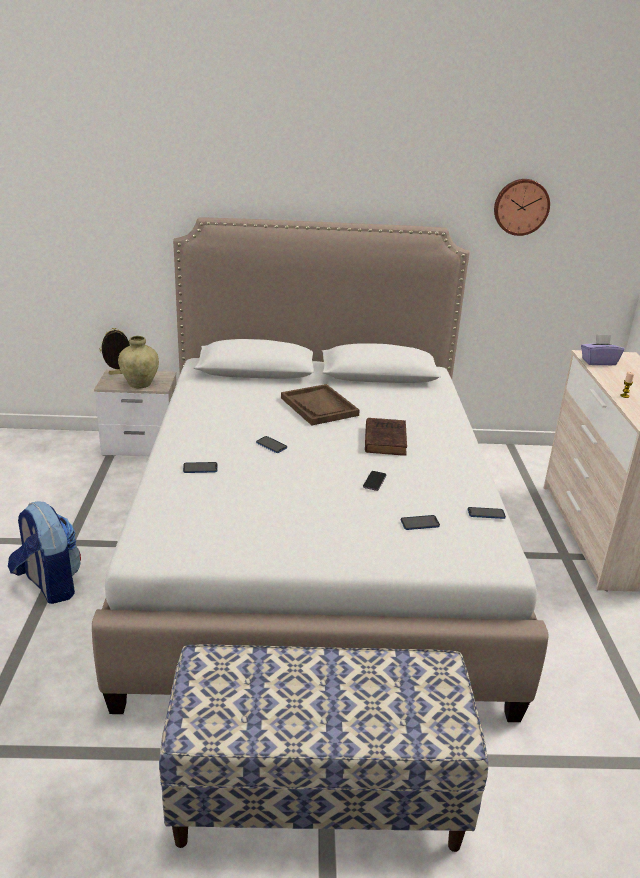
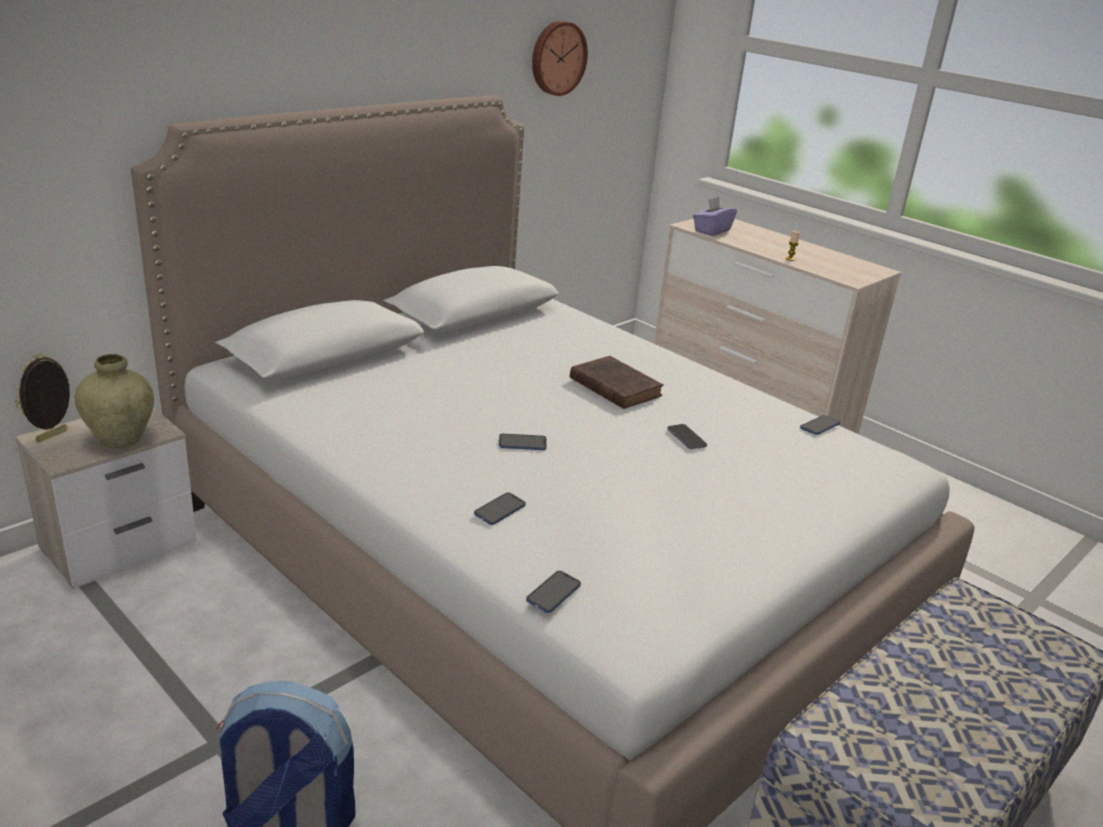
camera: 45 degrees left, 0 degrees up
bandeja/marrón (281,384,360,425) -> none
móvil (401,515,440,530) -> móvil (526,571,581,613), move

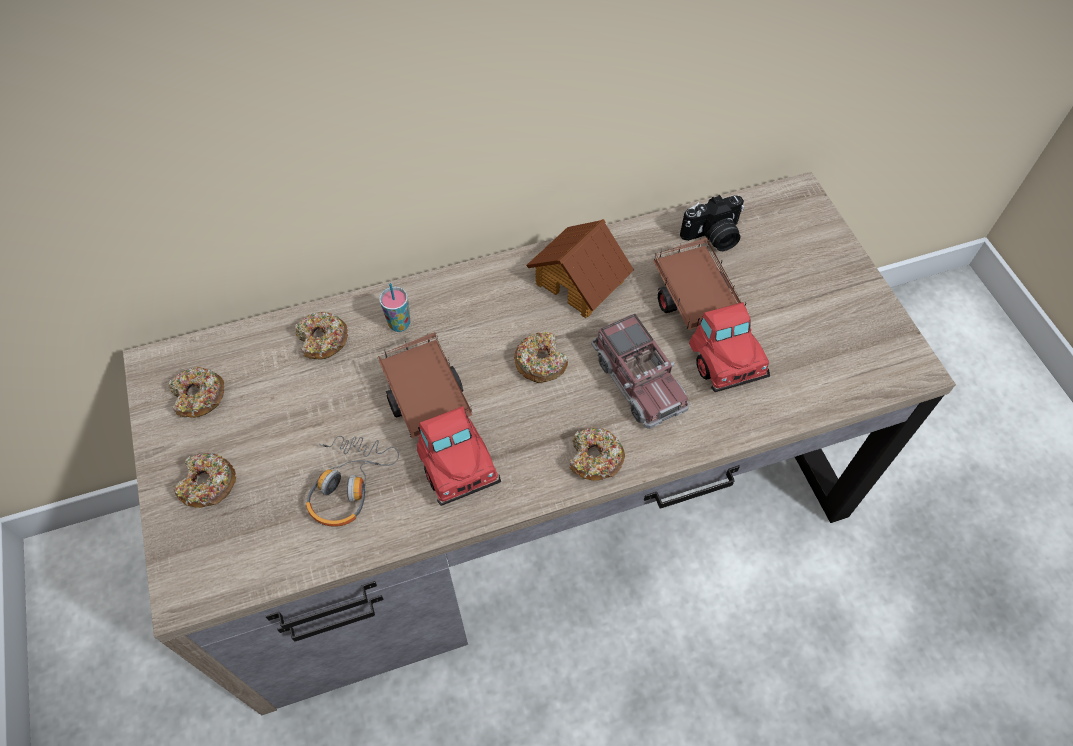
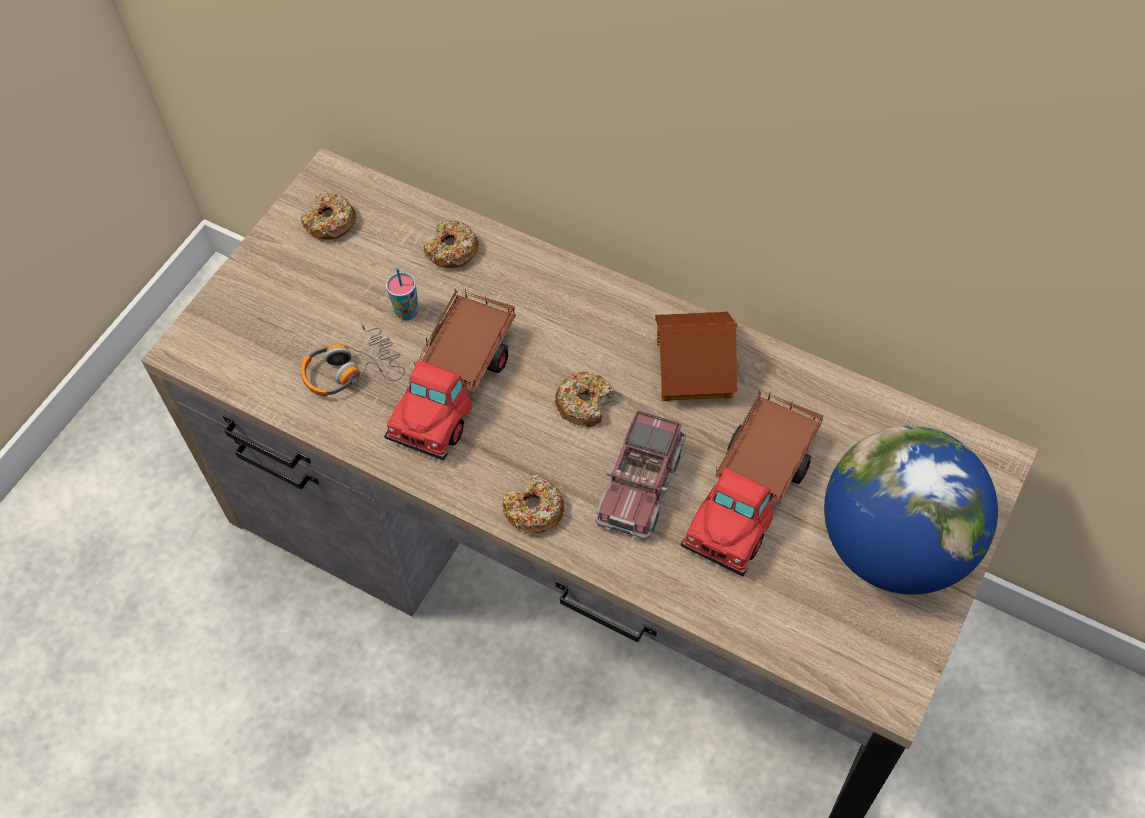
camera: 50 degrees right, 0 degrees up
rosquilla (173,452,236,508) -> none
taza (379,283,410,332) -> taza (386,268,419,320), move
cámara (680,195,744,251) -> none
none -> globo terráqueo (824,425,998,595)

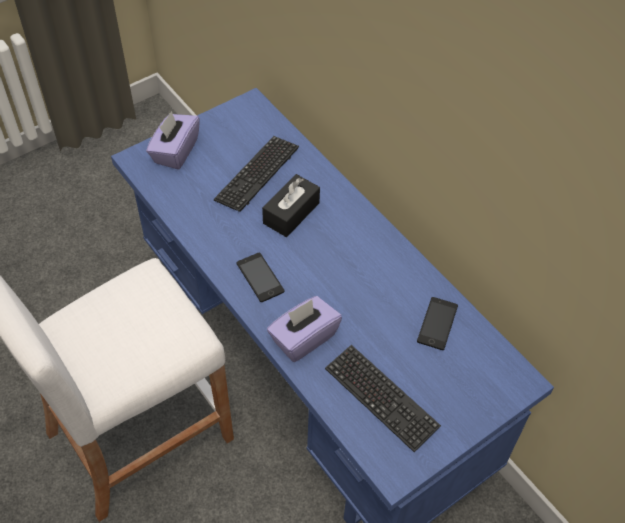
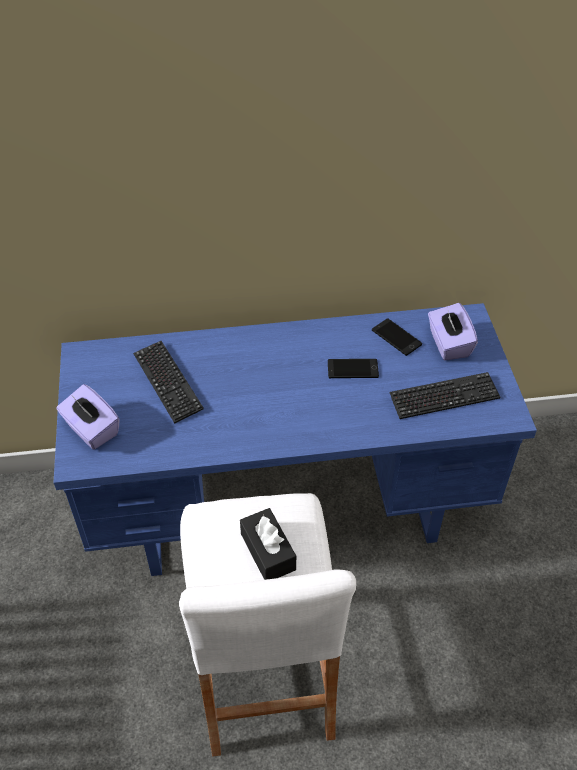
camera: 60 degrees left, 5 degrees down
móvil (237,253,285,302) -> móvil (328,359,379,378), move
caja de pañuelos/negro (262,174,320,237) -> caja de pañuelos/negro (240,508,296,580), move
caja de pañuelos/morado (267,296,342,362) -> caja de pañuelos/morado (428,303,478,360), move

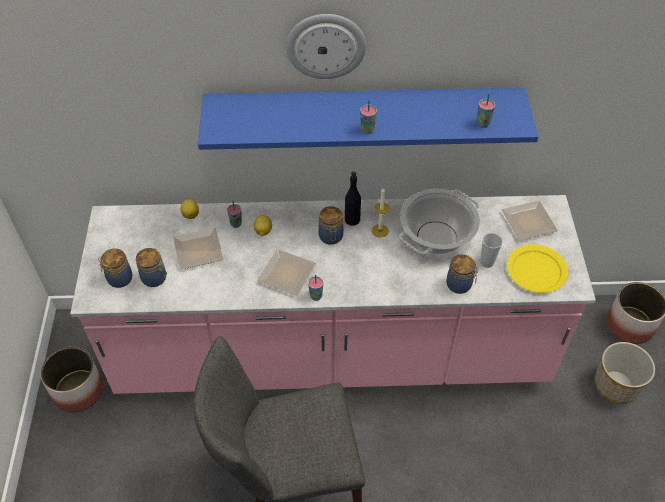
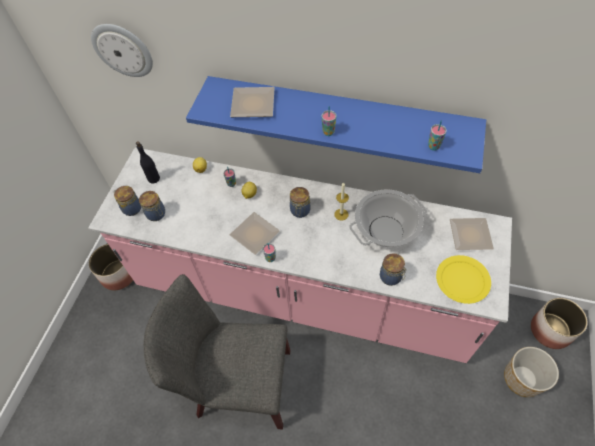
camera: 20 degrees right, 5 degrees up
plato (173,228,224,270) -> plato (230,87,275,117), move
reloj de pared (286,14,366,79) -> reloj de pared (91,24,153,77), move
botella/negro (345,172,361,226) -> botella/negro (136,141,160,183), move
taza (480,233,503,268) -> none

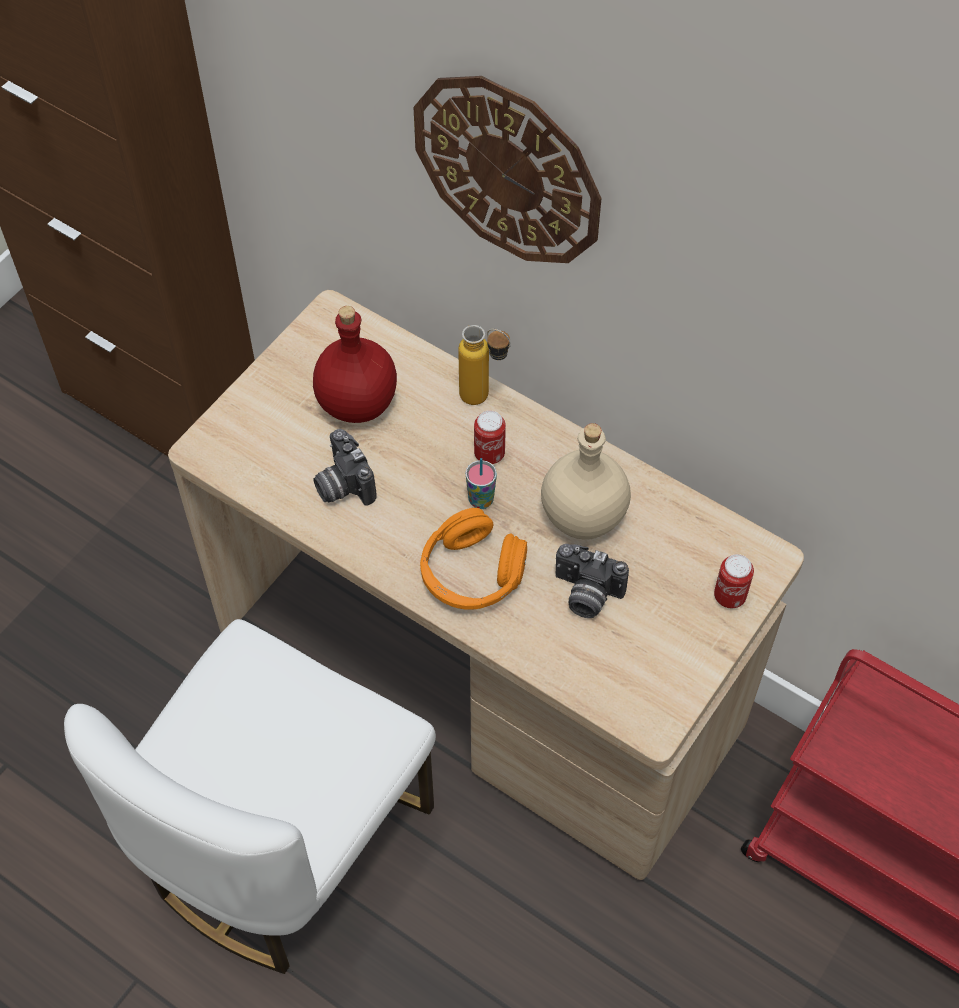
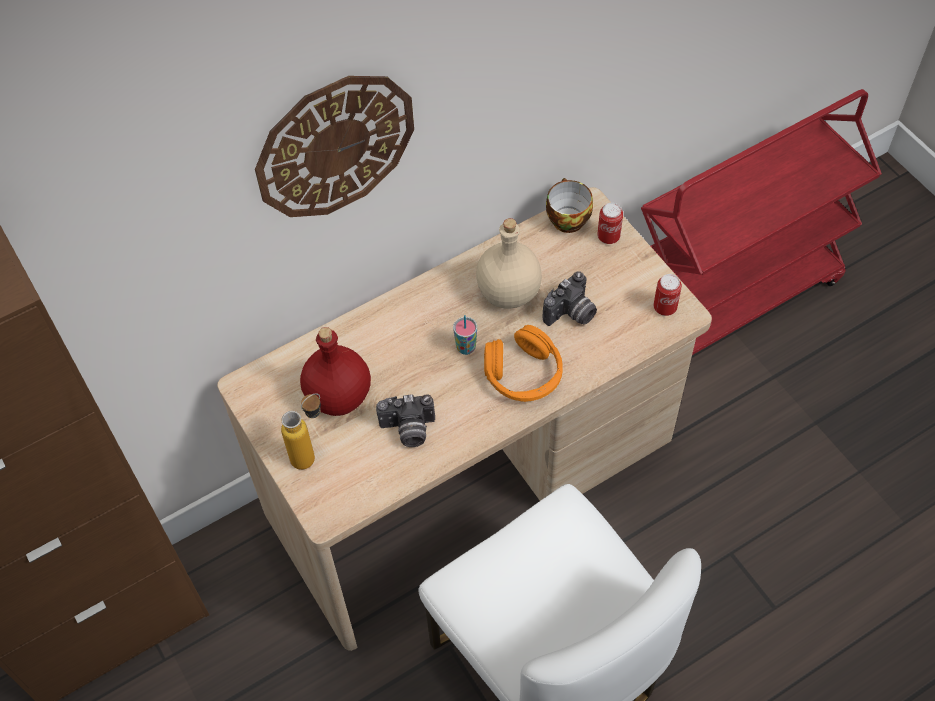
camera: 65 degrees left, 0 degrees up
botella (458,325,511,405) -> botella (281,394,321,470), move
lata (474,410,506,464) -> lata (653,274,682,316), move
none -> taza (546,178,593,233)

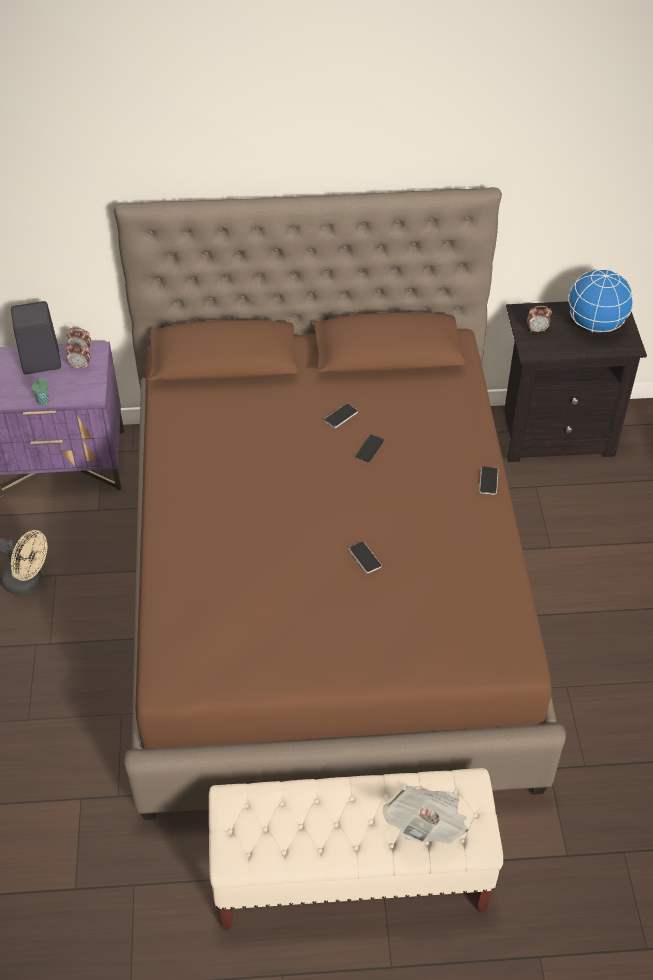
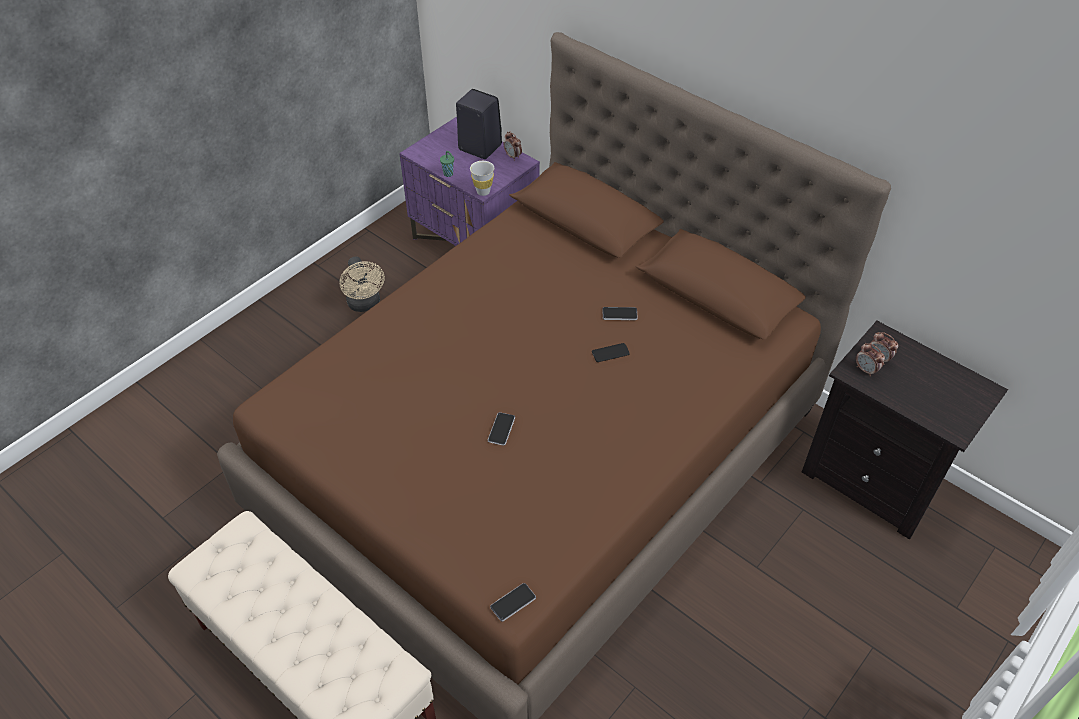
camera: 45 degrees right, 0 degrees up
despertador (66,343,90,370) -> despertador (856,343,885,377), move
periódico (382,786,468,844) -> none
móvil (479,466,498,495) -> móvil (490,583,536,621), move
globo terráqueo (568,269,633,333) -> none
none -> taza/blanco (470,161,494,196)

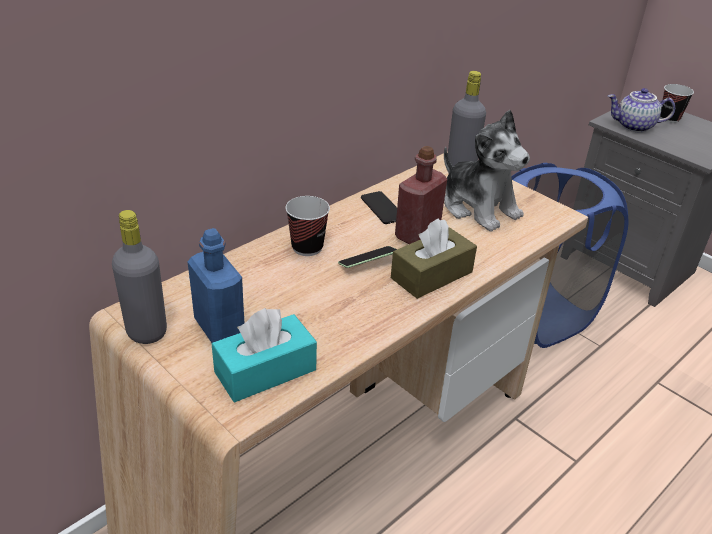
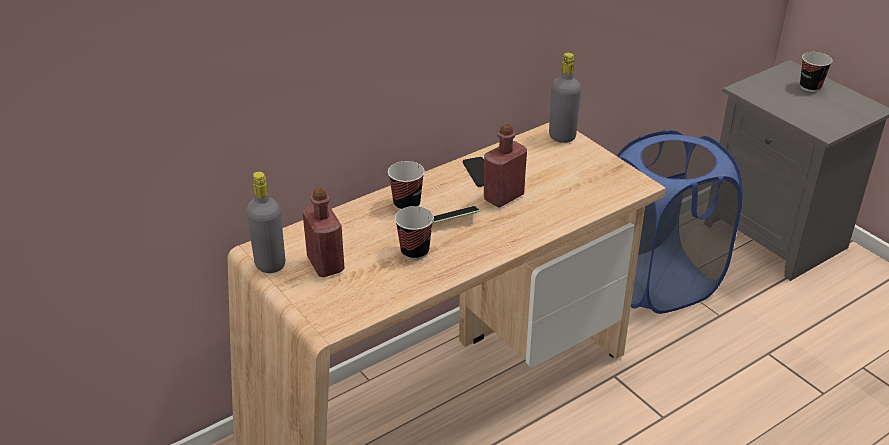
camera: 10 degrees right, 0 degrees up
botella/azul (188,228,245,343) -> botella/rojo (302,187,345,277)
caja de pañuelos/turquesa (212,308,317,402) -> none
caja de pañuelos/marrón (391,218,477,299) -> none
peluche (444,110,530,232) -> none
tetera (608,88,675,132) -> none
none -> taza (395,206,434,260)

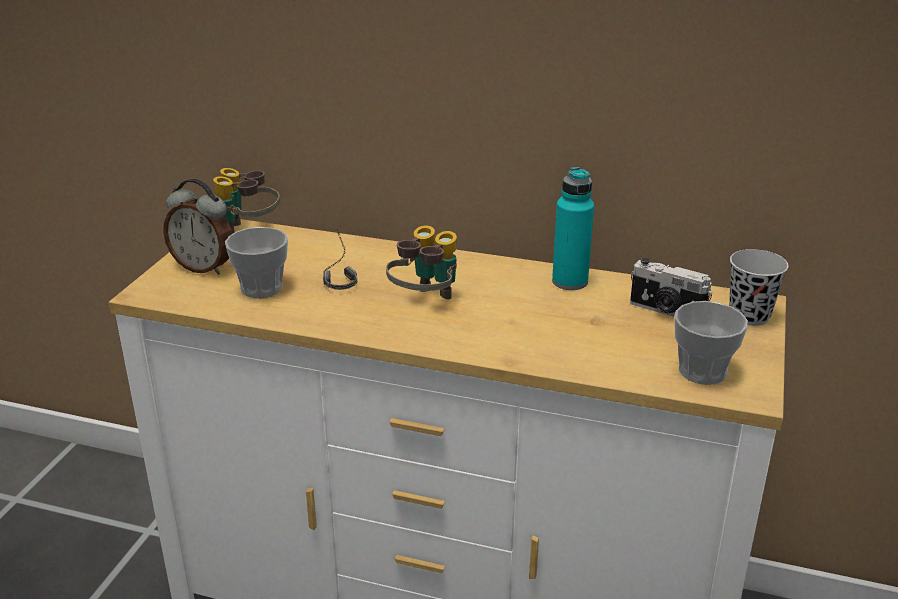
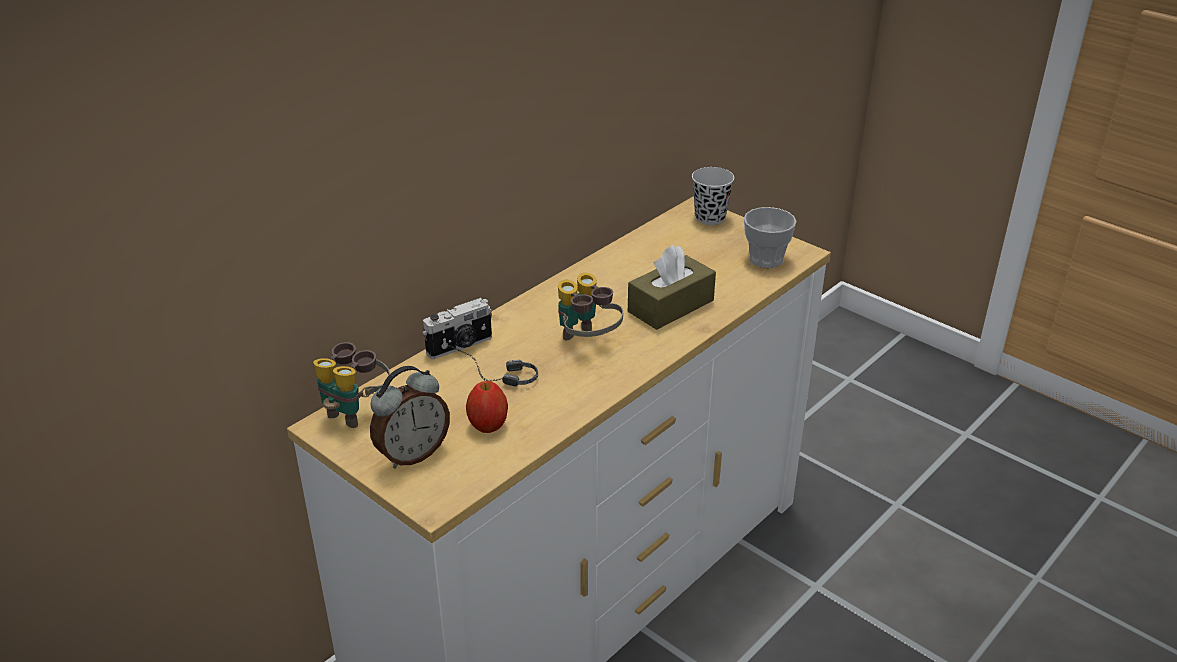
camera: 65 degrees left, 5 degrees up
taza (225,227,288,298) -> manzana (466,381,508,433)
botella/turquesa (552,167,594,290) -> none
cámara (630,258,713,317) -> cámara (423,298,492,359), move
none -> caja de pañuelos/marrón (628,245,716,330)

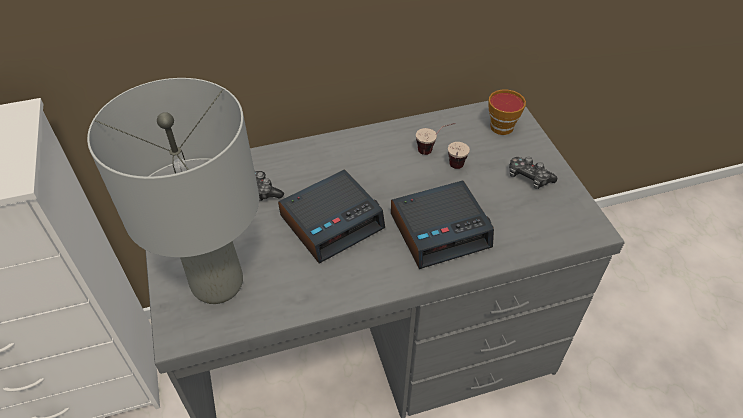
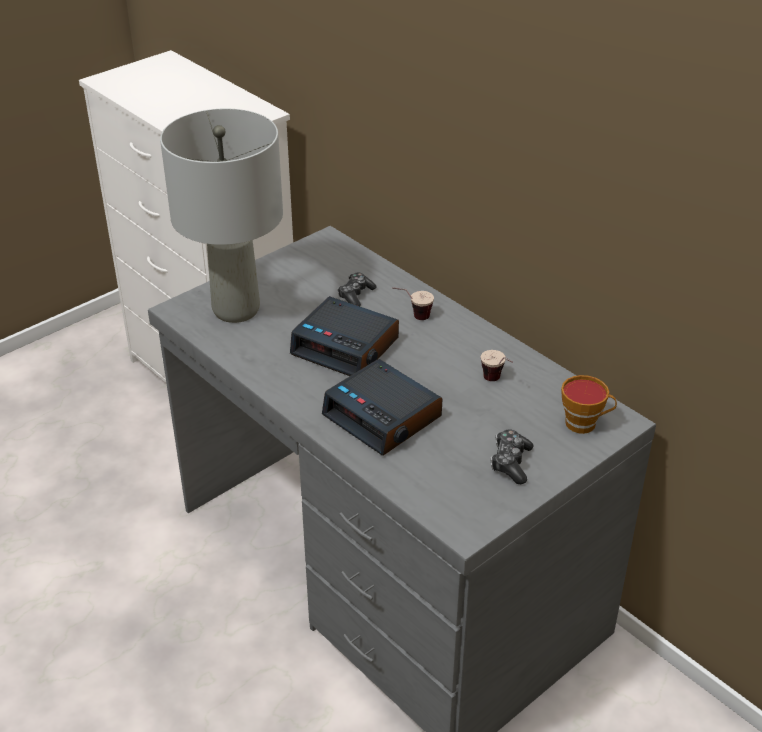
camera: 65 degrees right, 10 degrees down
taza (448,142,470,169) -> taza (392,287,434,320), move

